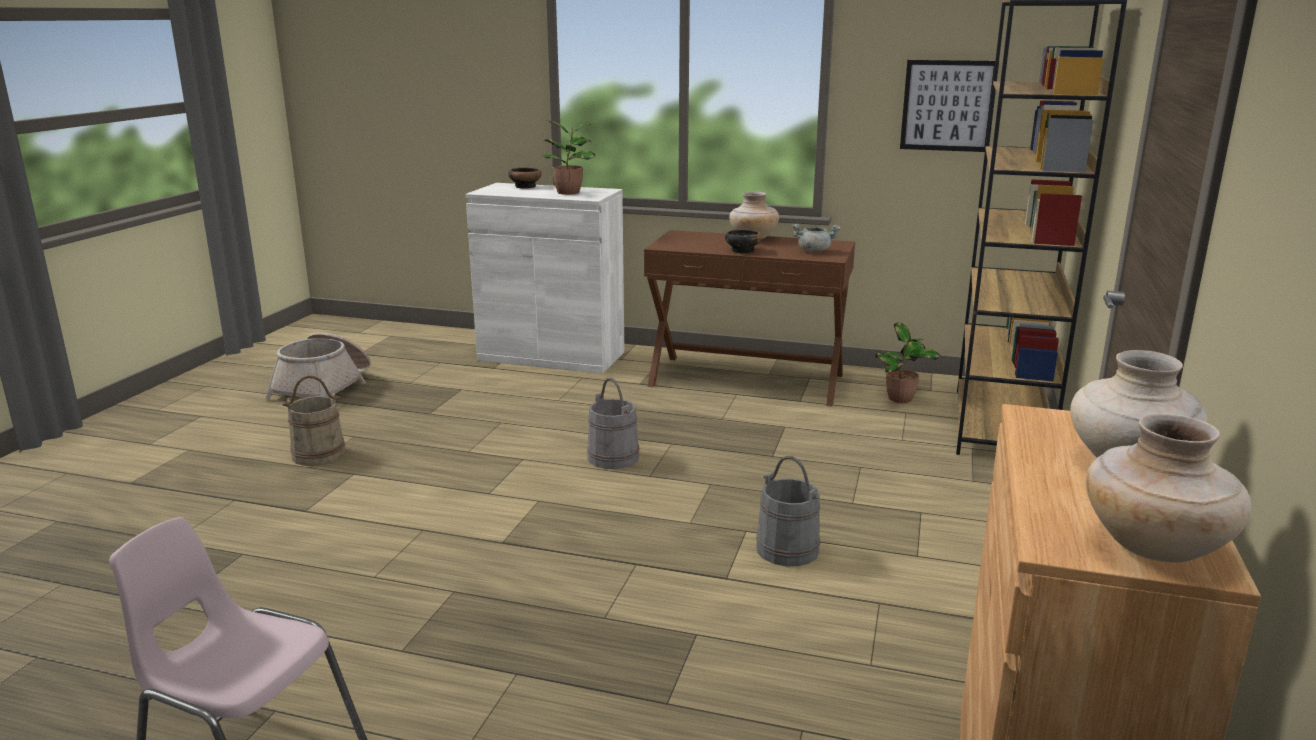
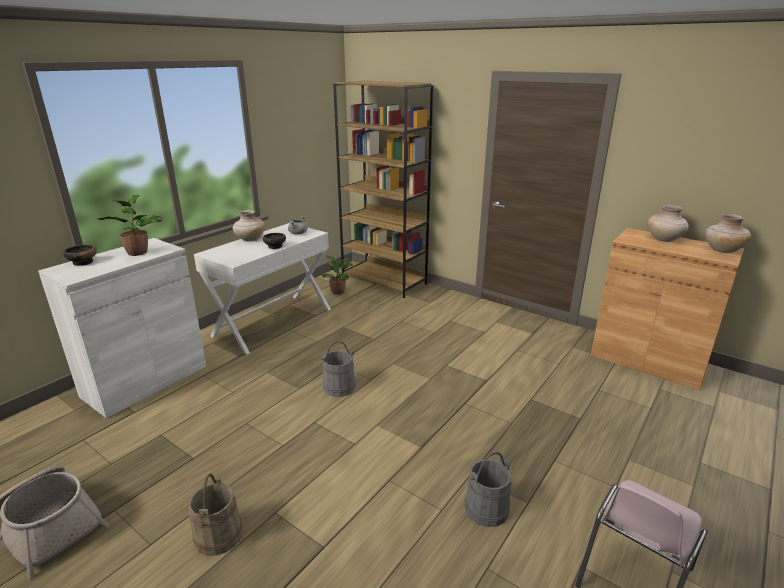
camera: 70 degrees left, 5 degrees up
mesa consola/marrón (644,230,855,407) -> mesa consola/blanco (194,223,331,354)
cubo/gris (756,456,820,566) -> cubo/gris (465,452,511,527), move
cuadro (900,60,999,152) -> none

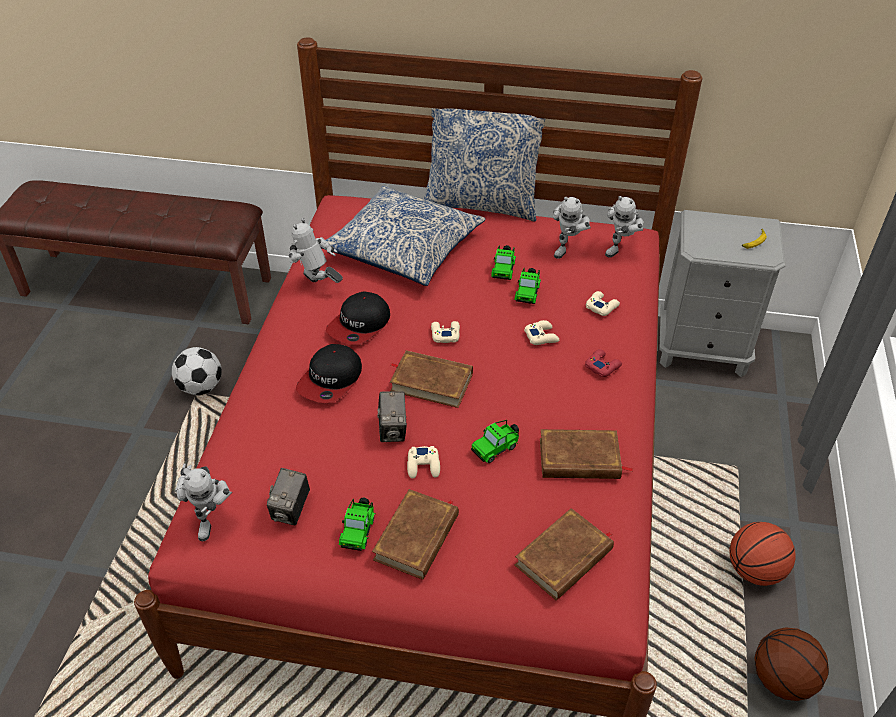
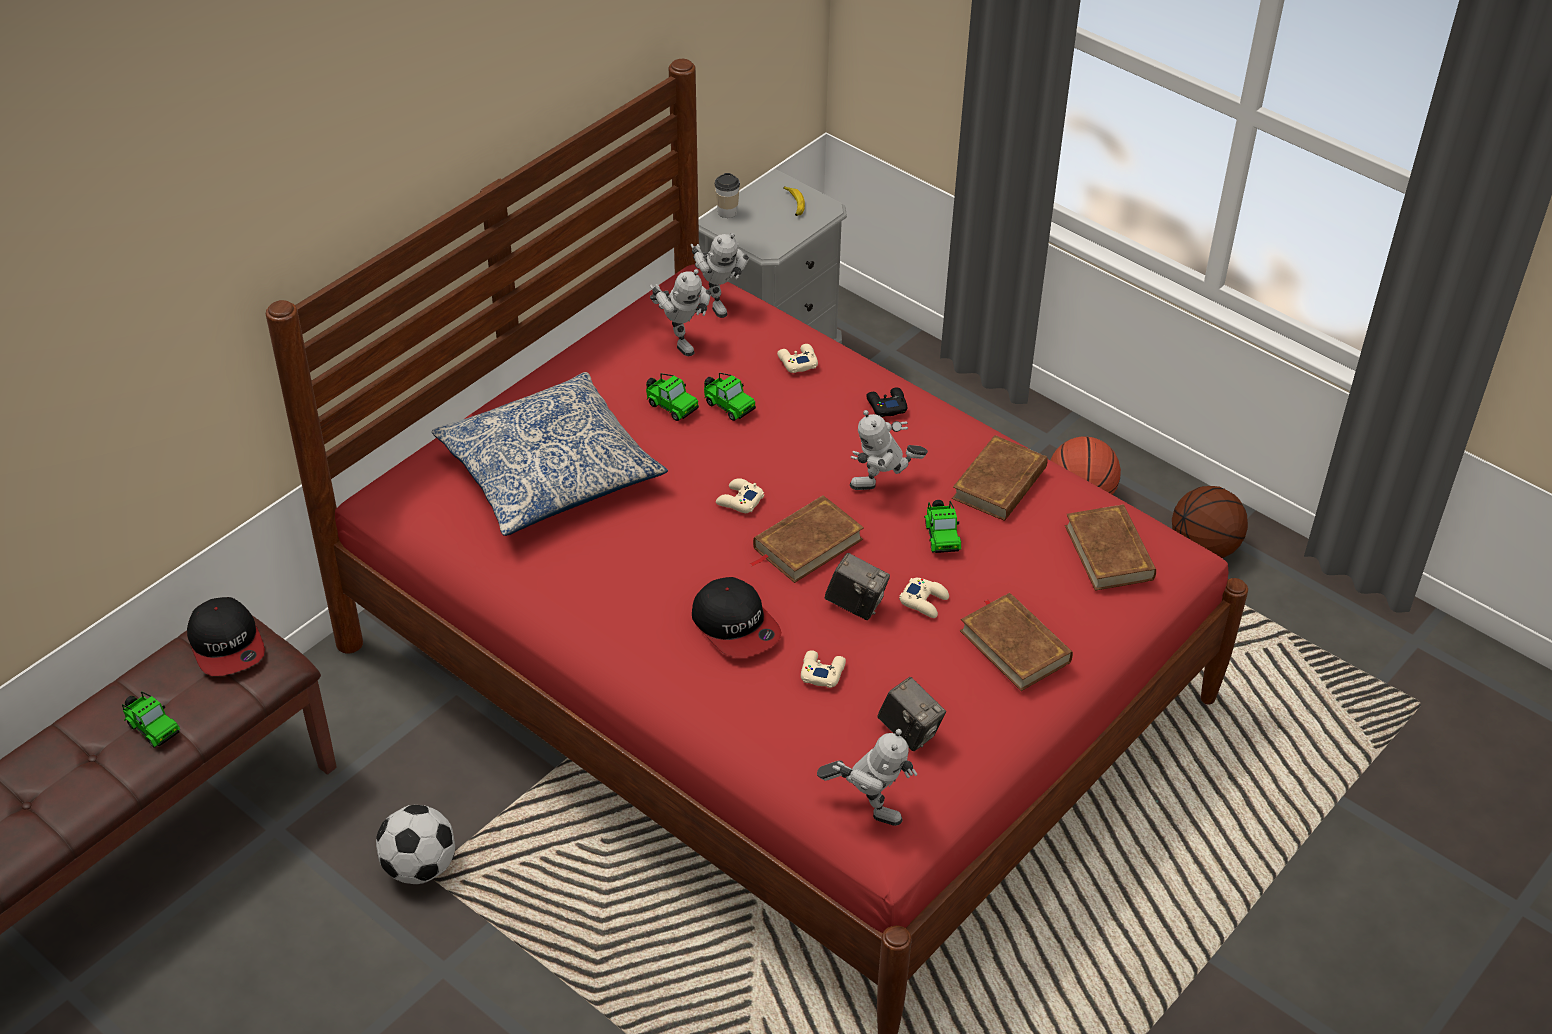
camera: 60 degrees left, 0 degrees up
robot de juguete (288,218,343,283) -> robot de juguete (850,410,928,490), move
gorra (326,291,390,345) -> gorra (187,597,265,676), move
coche de juguete (339,498,376,551) -> coche de juguete (122,691,180,748), move
cojín (424,108,545,221) -> none
mando de consola/beis (524,320,559,345) -> mando de consola/beis (801,650,846,688), move
mando de consola/rojo (585,349,622,377) -> mando de consola/negro (866,387,907,417)
none -> taza (715,173,740,218)

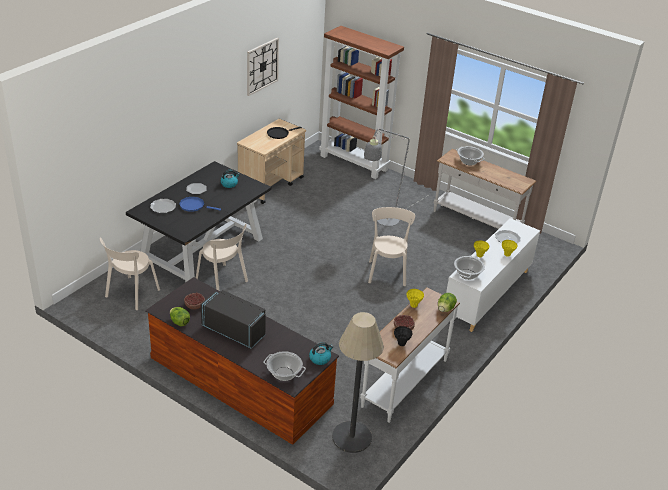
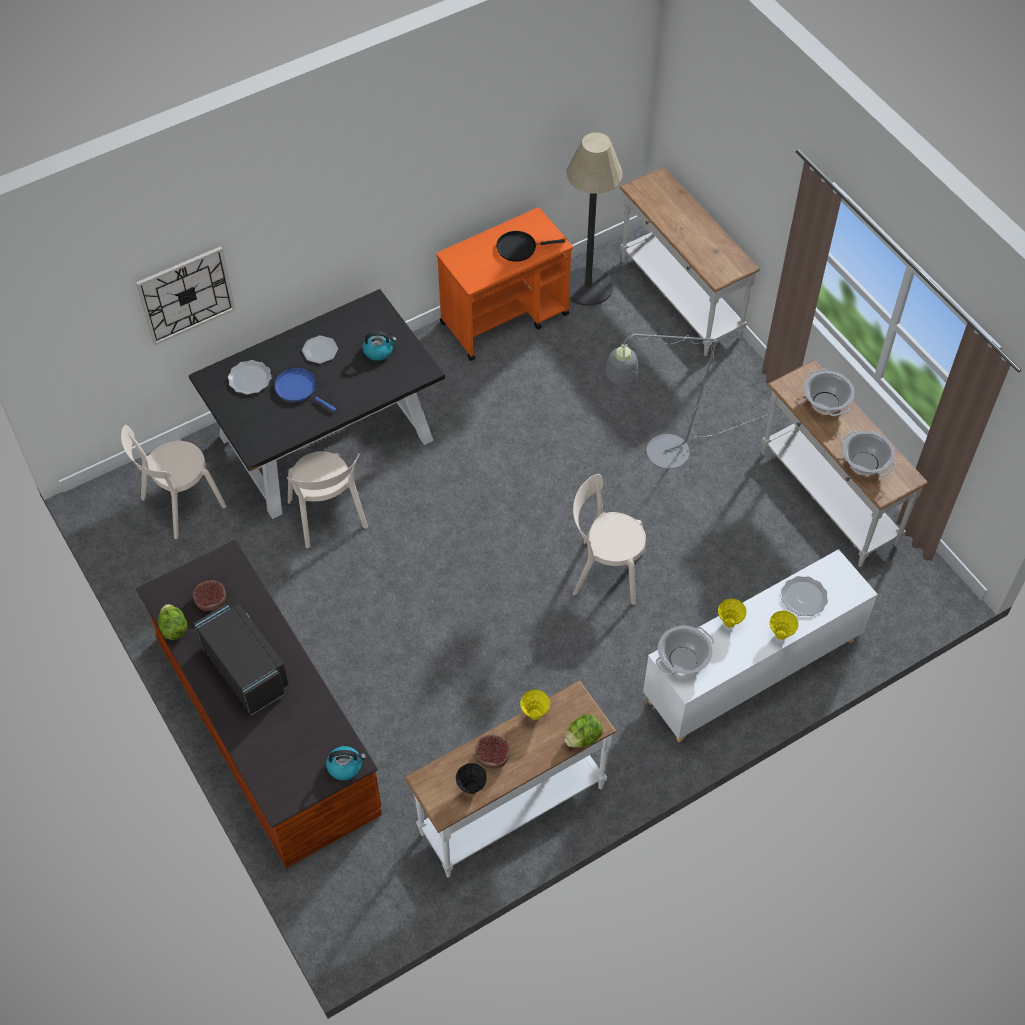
camera: 25 degrees right, 20 degrees up
carrito/beis (237,119,306,204) -> carrito/naranja (436,207,573,361)
reloj de pared (247,37,279,96) -> reloj de pared (136,246,235,345), move
olla (263,351,306,381) -> olla (840,431,896,477), move
estantería/marrón (319,26,404,179) -> mesa consola/blanco (619,167,760,356)
lámpara de pie (332,312,384,453) -> lámpara de pie (567,133,622,306), move
silla/beis (368,207,415,286) -> silla/beis (573,474,646,605), 105 degrees counterclockwise

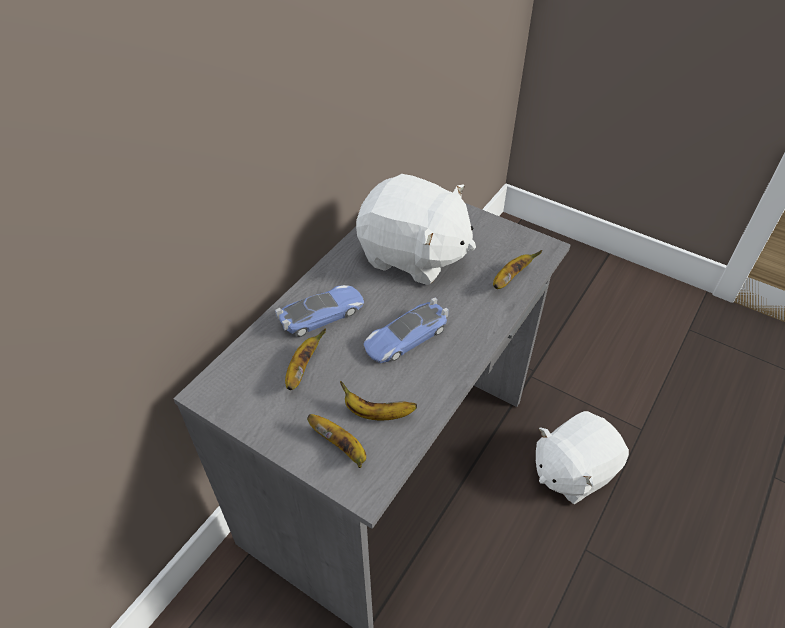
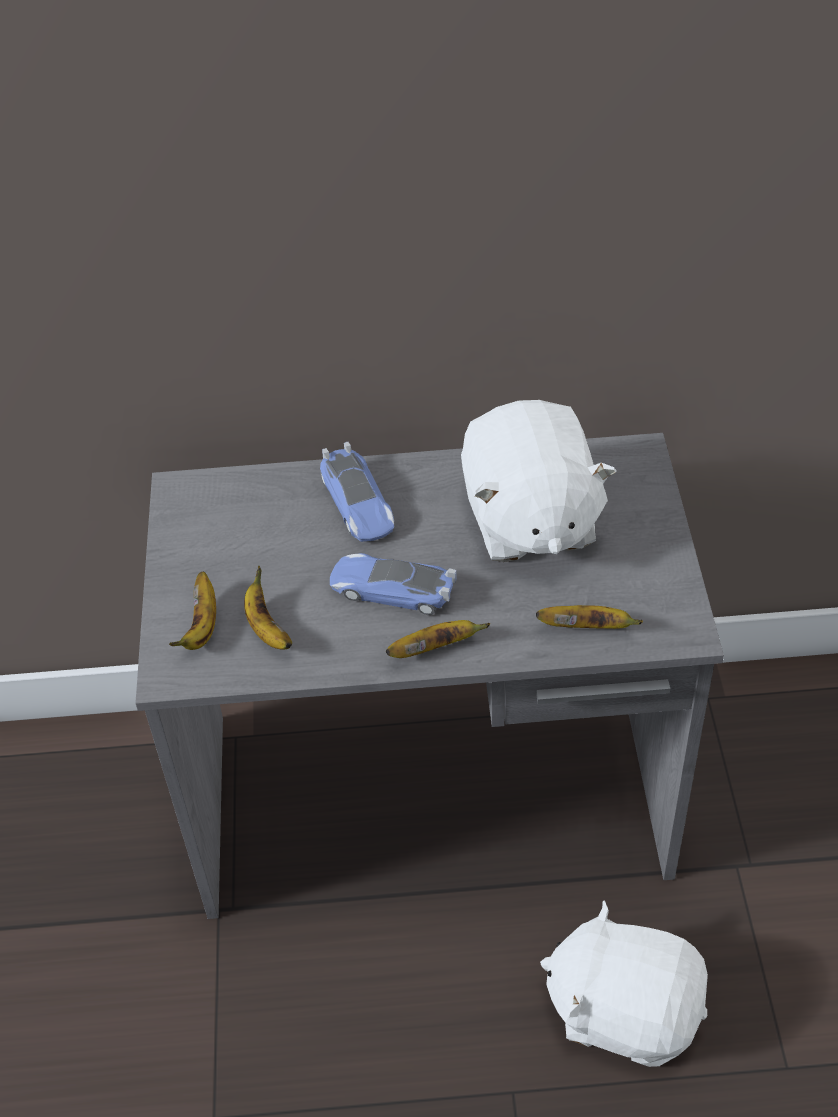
camera: 55 degrees right, 0 degrees up
coche de juguete (275,285,364,337) -> coche de juguete (320,442,394,542), 45 degrees clockwise
plátano (285,328,326,390) -> plátano (386,620,490,658), move

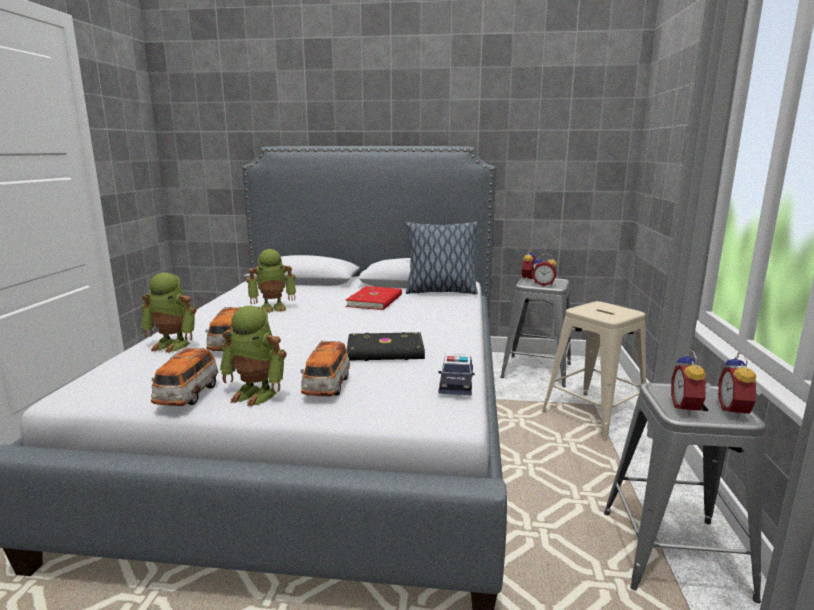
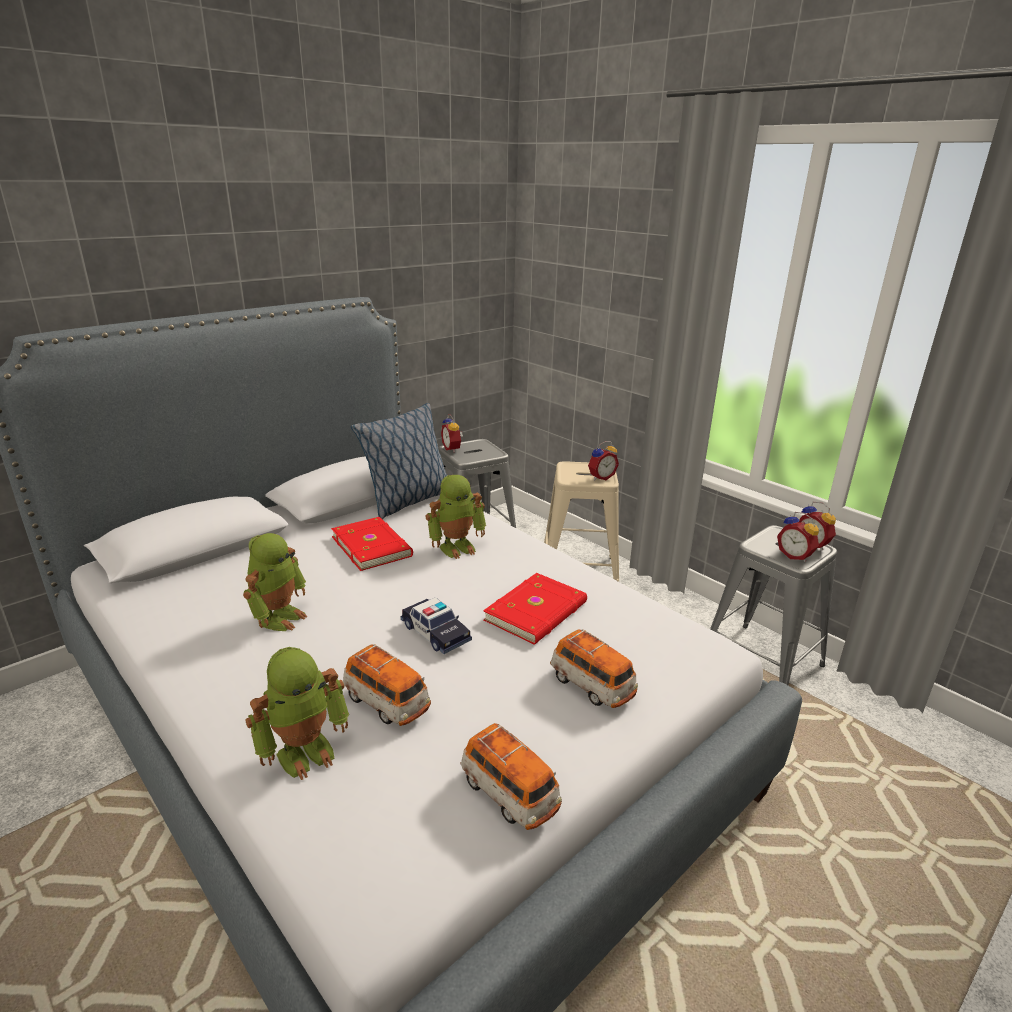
camera: 50 degrees left, 10 degrees up
robot de juguete (220,306,287,407) -> robot de juguete (426,475,486,559), move
libro/negro (346,332,425,361) -> libro/rojo (483,573,587,645)
coche de juguete (438,354,475,396) -> coche de juguete (401,597,472,654), move
despertador (532,254,557,286) -> despertador (588,441,619,480), move

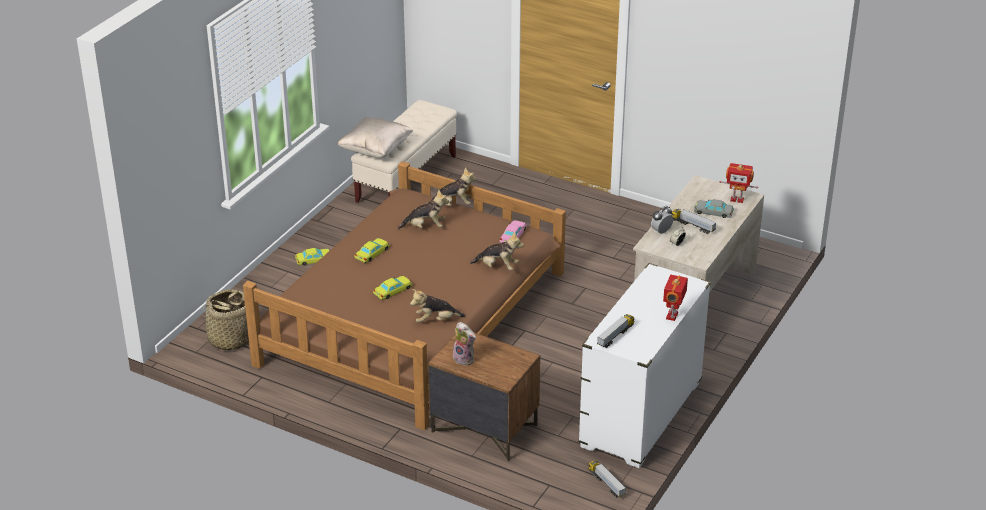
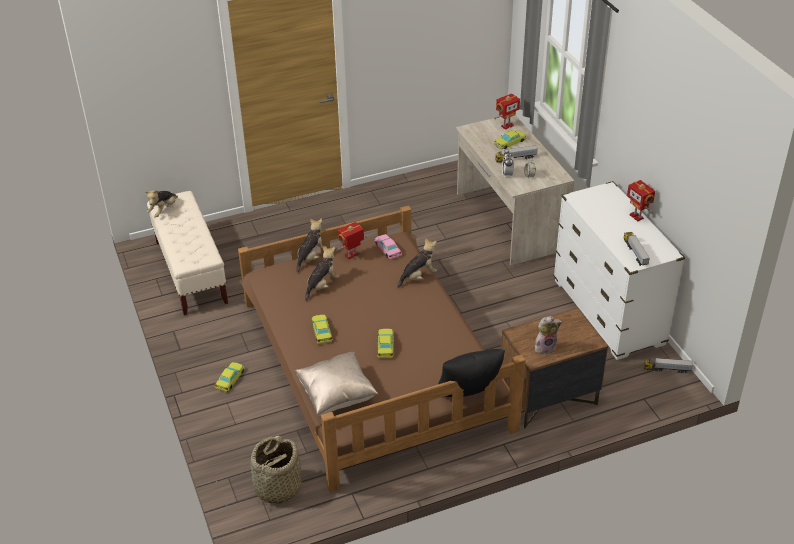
camera: 50 degrees left, 5 degrees up
cojín/beis (337,117,413,158) -> cojín/beis (295,352,378,416), move
peluche (410,289,465,323) -> peluche (145,190,178,217), move
coche de juguete/gris (694,199,734,218) -> coche de juguete/amarillo (494,130,527,149)
none -> robot de juguete (336,222,367,259)
none -> cojín/negro (438,349,505,397)

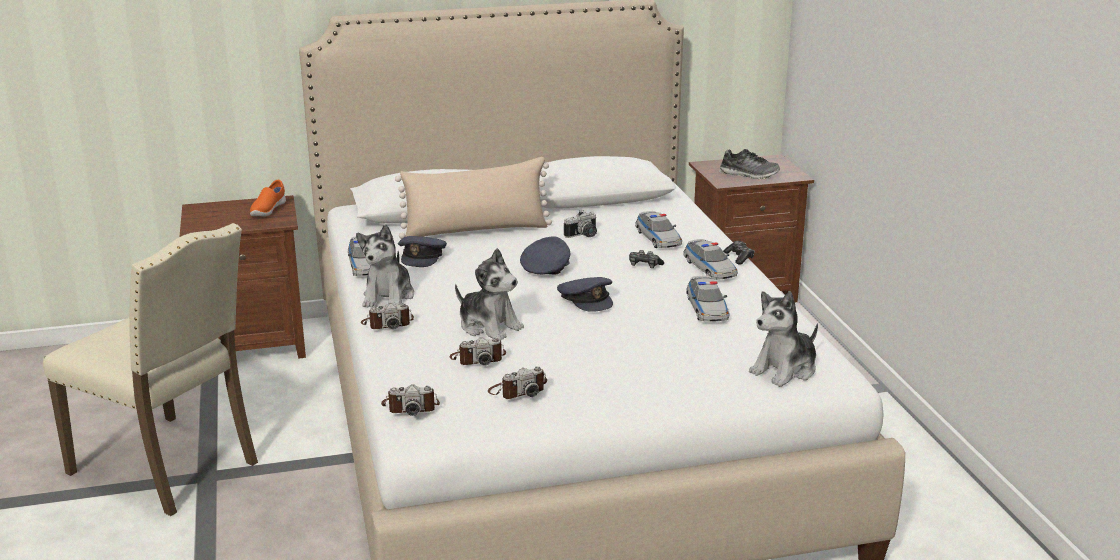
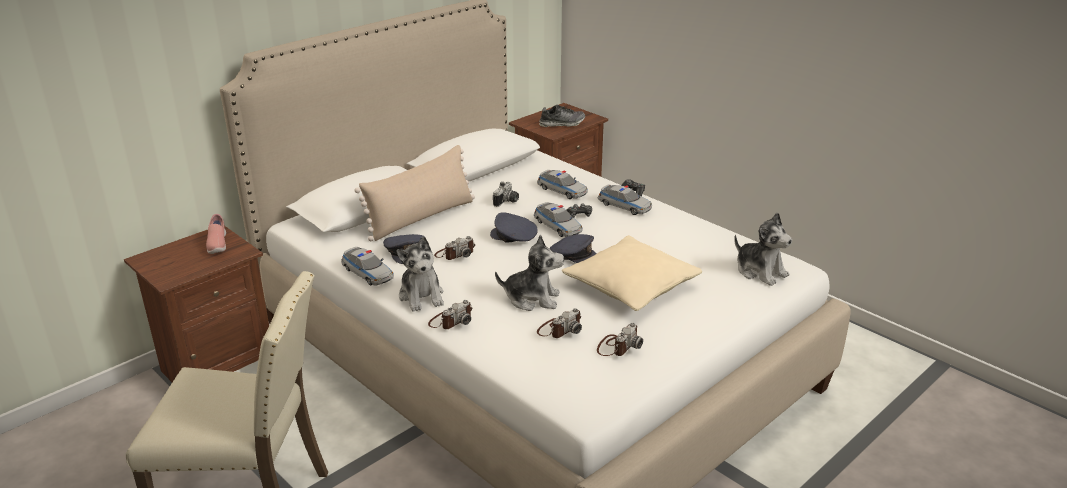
camera: 30 degrees left, 5 degrees up
zapato/naranja (250,180,286,217) -> zapato/rosa (206,214,226,254)
cámara (381,384,440,416) -> cámara (434,236,475,260), move
gorra/gris (520,236,570,274) -> gorra/gris (490,212,538,243), 60 degrees counterclockwise
coche de juguete (686,276,729,322) -> coche de juguete (534,202,583,237), move
peluche (749,291,818,387) -> peluche (734,212,792,286), 60 degrees counterclockwise
none -> cojín/beis (562,235,702,311)

